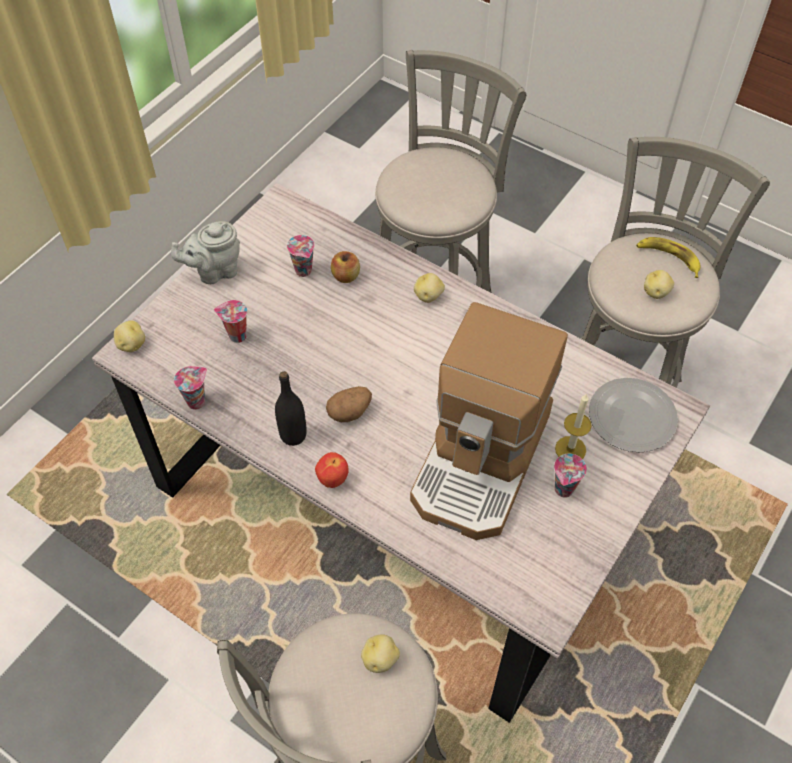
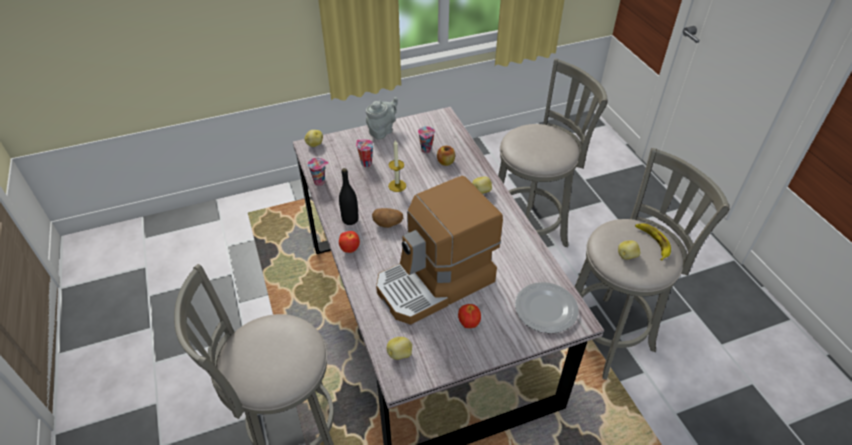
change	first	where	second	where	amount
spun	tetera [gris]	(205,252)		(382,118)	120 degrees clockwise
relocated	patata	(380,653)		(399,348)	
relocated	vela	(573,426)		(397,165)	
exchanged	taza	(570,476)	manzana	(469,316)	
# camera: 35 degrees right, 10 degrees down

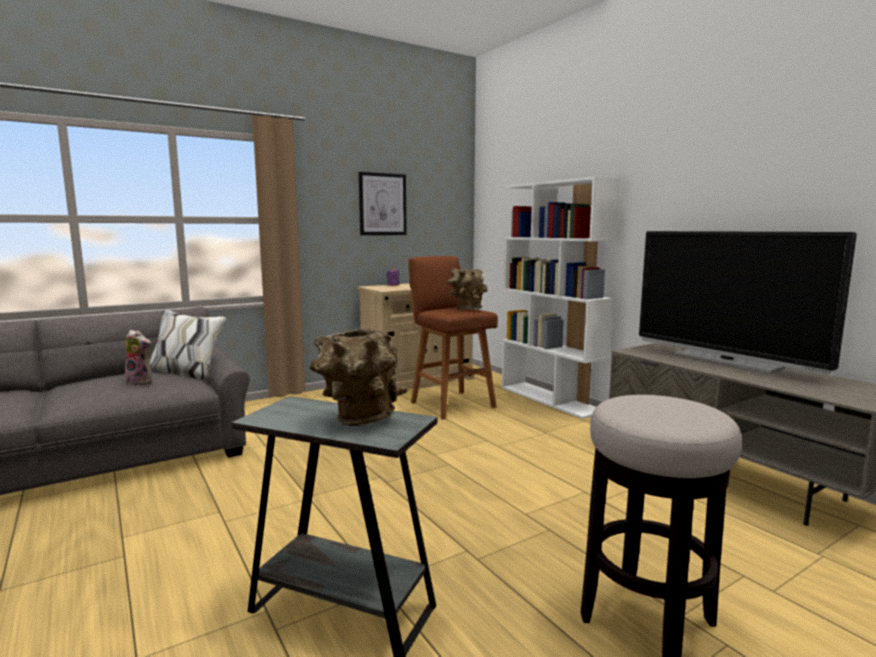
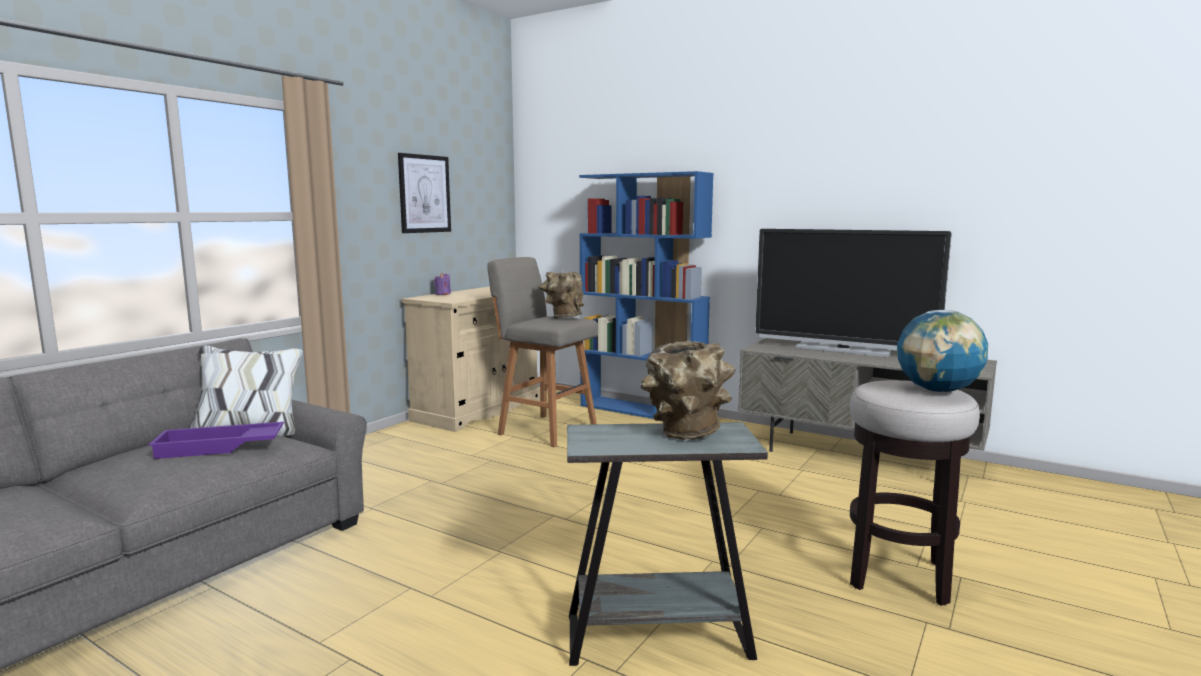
change	first	where	second	where	amount
exchanged	peluche	(138,357)	bandeja [morado]	(216,440)	
colour	taburete [marrón]	(453,338)	taburete [gris]	(542,352)	
colour	estantería [blanco]	(561,297)	estantería [azul]	(646,295)	
appeared			globo terráqueo	(942,351)	
# camera: 25 degrees left, 0 degrees up

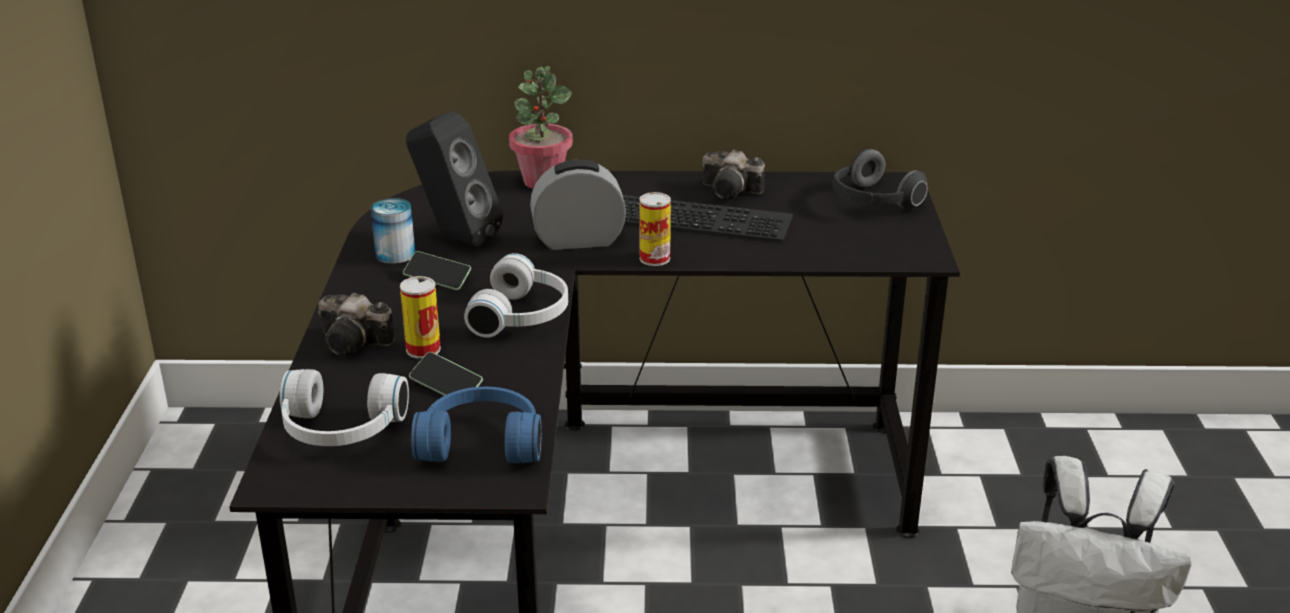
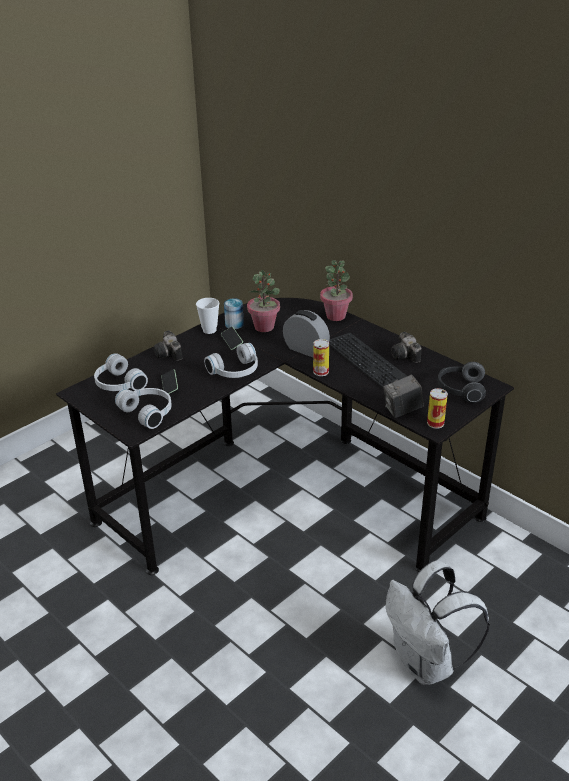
change	first	where	second	where	amount
colour	auriculares [azul]	(476,425)	auriculares [blanco]	(143,408)	
appeared			taza	(207,316)	
exchanged	altavoz [negro]	(454,179)	planta en maceta	(263,301)	
appeared			cámara	(403,396)	
relocated	lata	(420,317)		(437,408)	
# camera: 45 degrees right, 5 degrees up

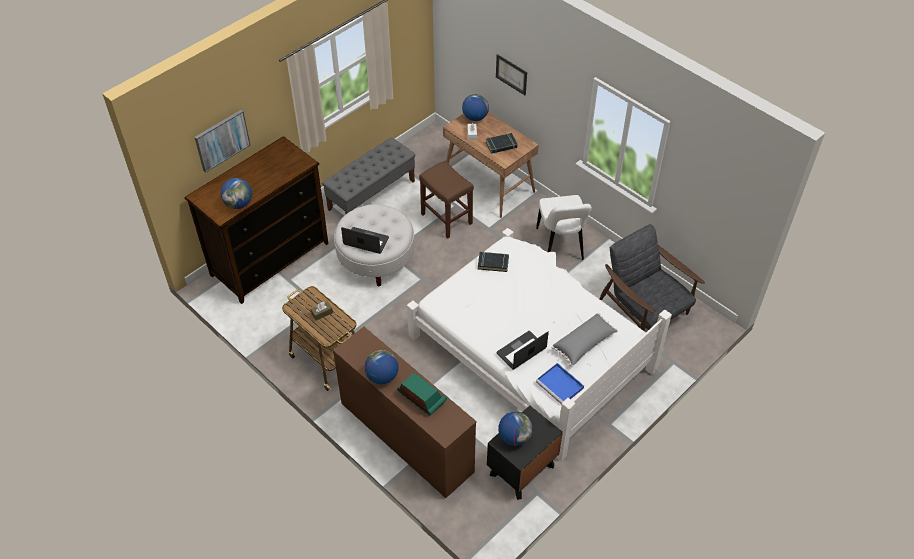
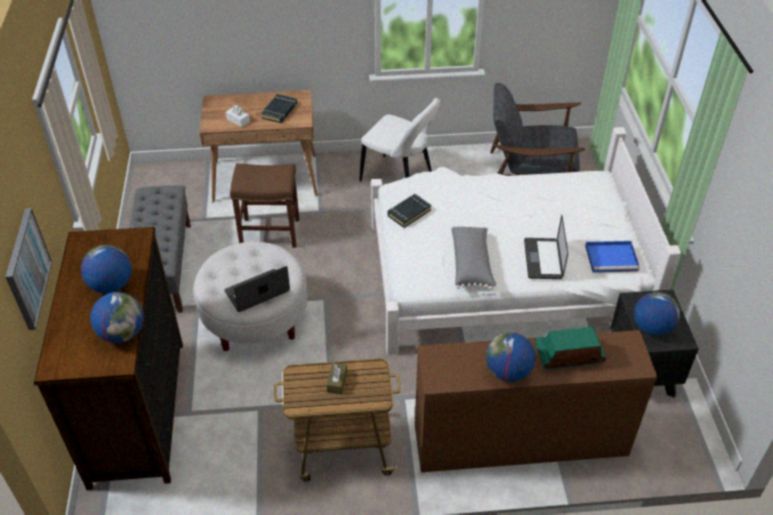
change	first	where	second	where	amount
relocated	globo terráqueo	(475,107)		(106,269)	
relocated	cojín [gris]	(585,339)		(473,258)	
missing	cuadro	(511,74)			
# camera: 50 degrees left, 5 degrees down

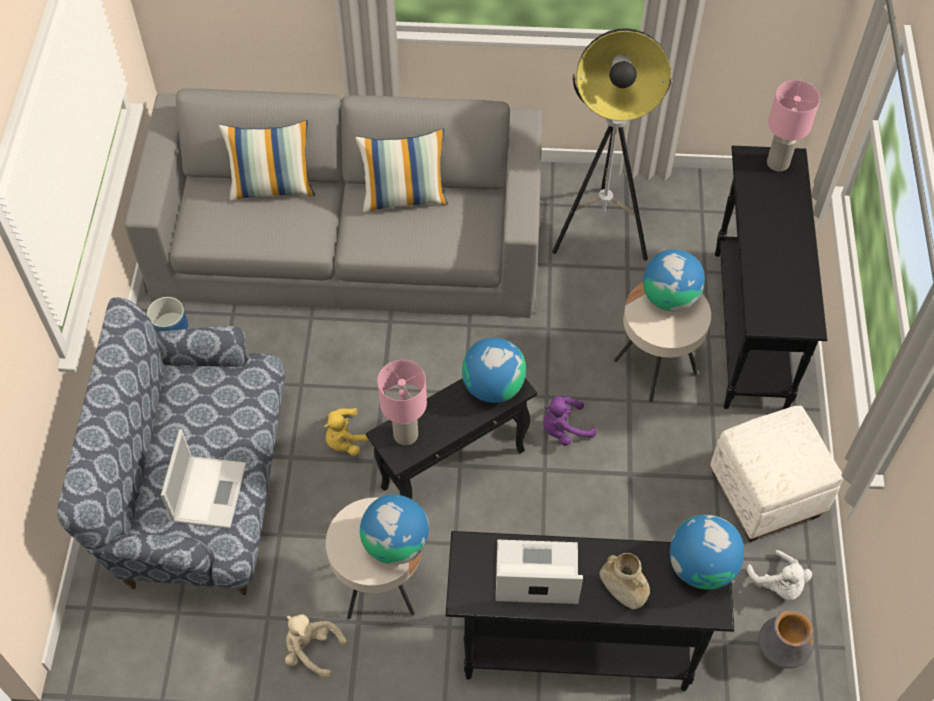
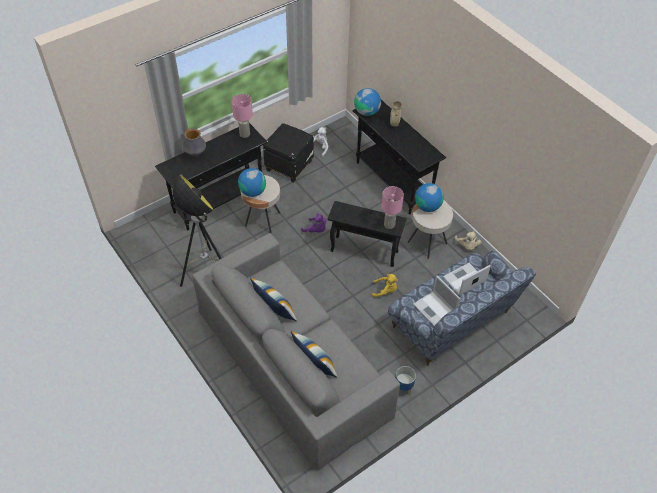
change	first	where	second	where	amount
relocated	florero	(786,639)		(194,142)	
relocated	lámpara de mesa [rosa]	(793,126)		(242,116)	
colour	puf [blanco]	(776,474)	puf [negro]	(288,153)	
relocated	portátil	(539,572)		(437,301)	
missing	globo terráqueo	(494,370)			
# camera: 130 degrees left, 5 degrees down

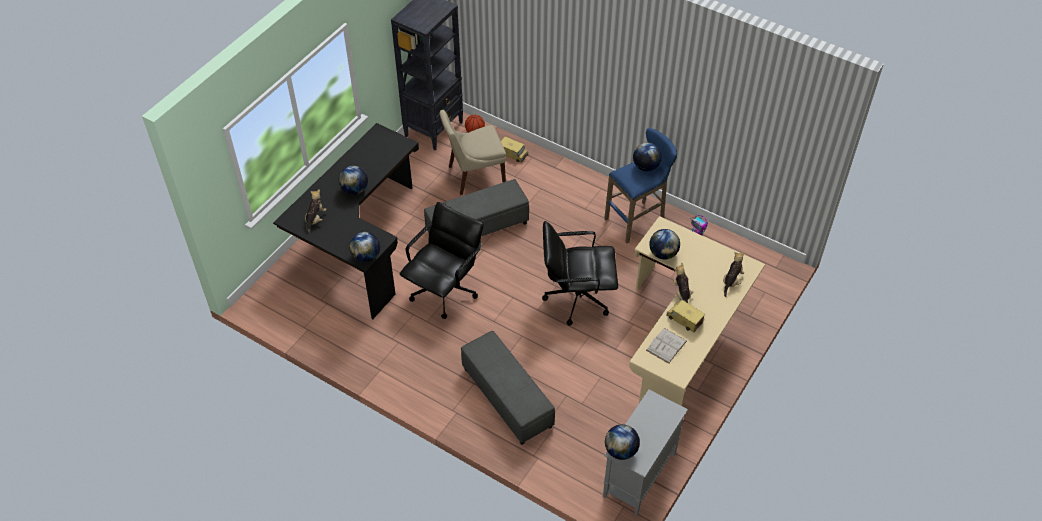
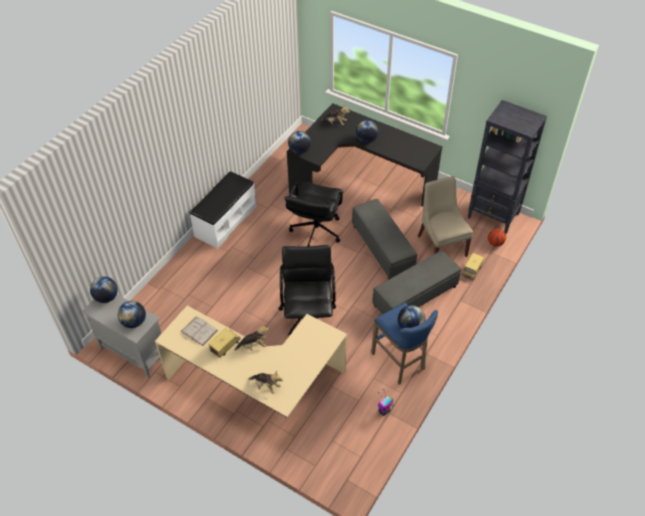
change	first	where	second	where	amount
relocated	globo terráqueo	(664,244)		(132,314)	
appeared			banco [blanco]	(223,209)	
spun	silla de oficina [negro]	(442,260)		(314,214)	75 degrees clockwise
relocated	puf [gris]	(508,388)		(416,282)	
# camera: 90 degrees right, 0 degrees up

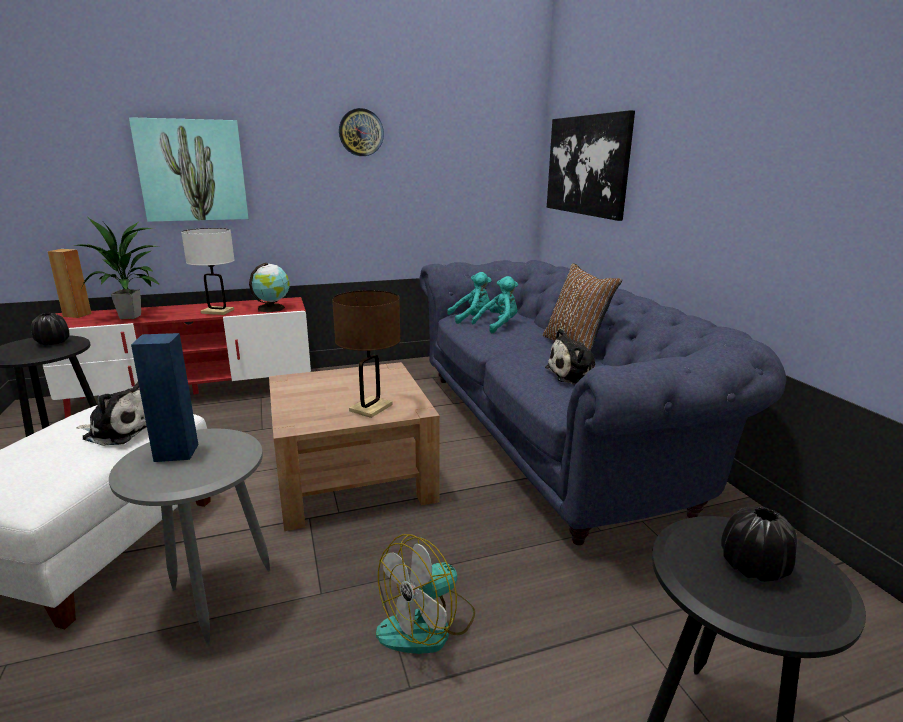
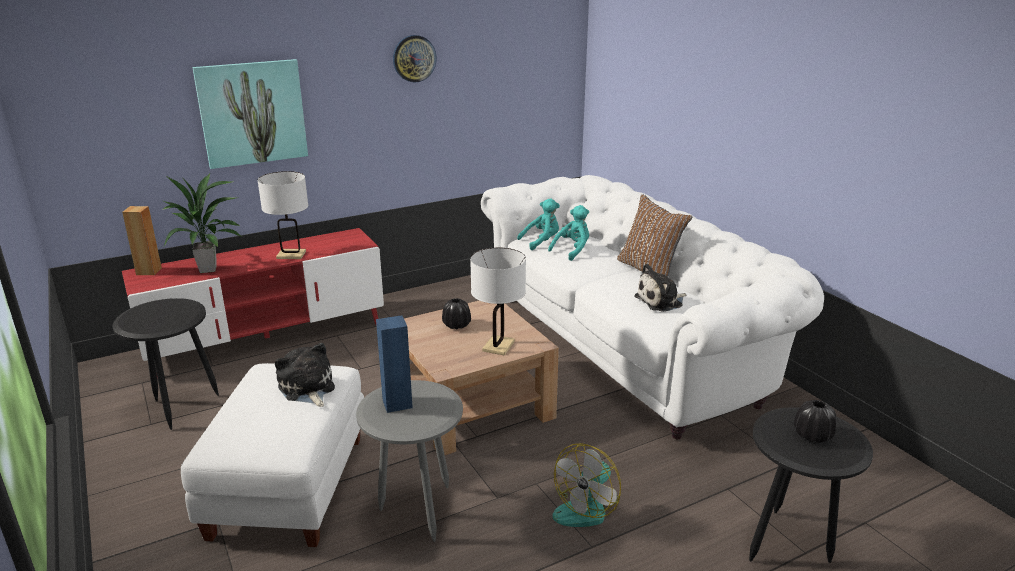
change	first	where	second	where	amount
spun	peluche	(111,414)		(305,375)	120 degrees counterclockwise
relocated	florero [negro]	(50,329)		(456,313)	
colour	lámpara de mesa [marrón]	(366,354)	lámpara de mesa [blanco]	(498,301)	
colour	sofá [azul]	(603,402)	sofá [blanco]	(652,307)	
missing	globo terráqueo	(269,287)			
missing	cuadro	(591,165)			
# camera: 10 degrees left, 5 degrees up

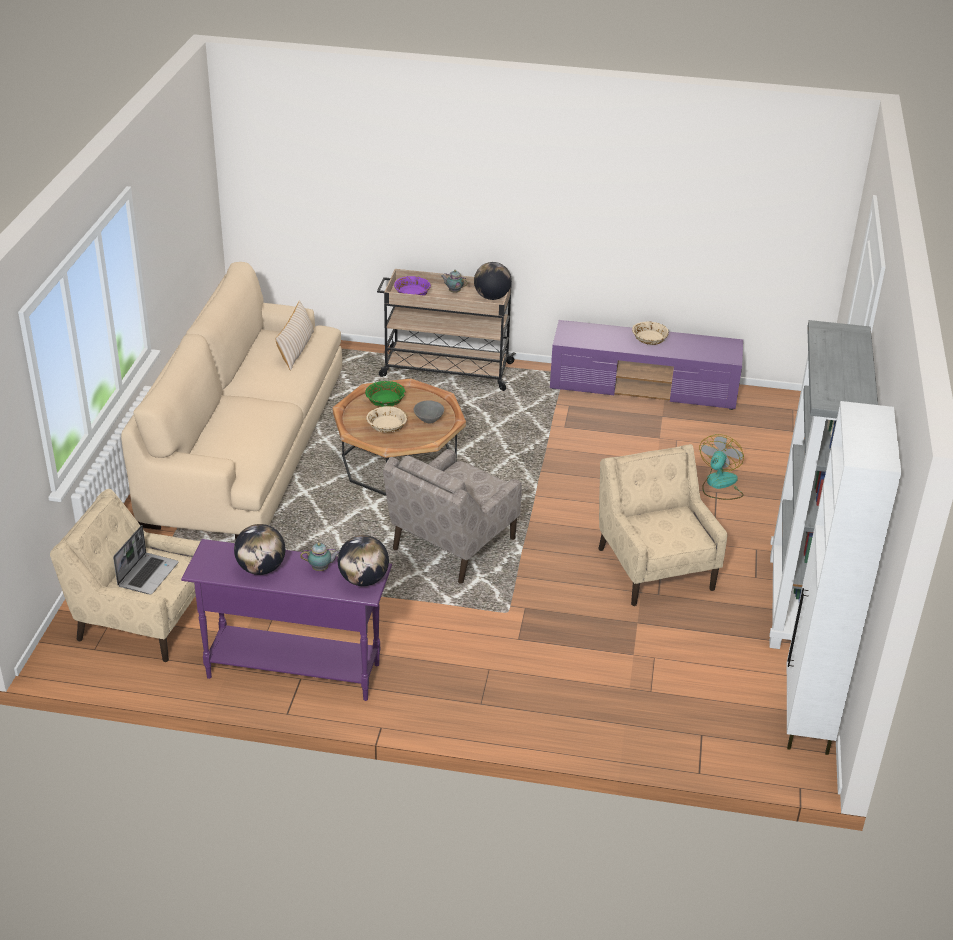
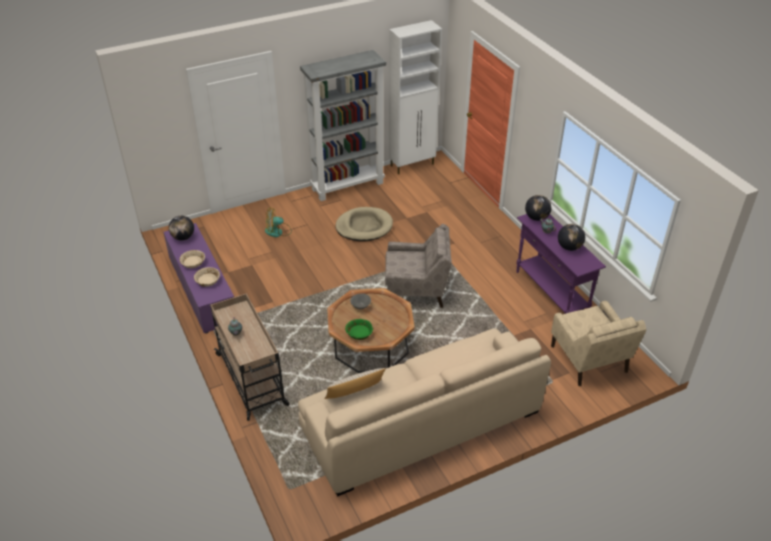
change	first	where	second	where	amount
relocated	globo terráqueo	(493,281)		(181,228)	
relocated	cuenco [beis]	(386,419)		(207,277)	
exchanged	sillón [beis]	(663,525)	cama para perro [beis]	(364,224)	
missing	portátil	(146,560)			
missing	cuenco [morado]	(412,286)			
# camera: 125 degrees left, 5 degrees up

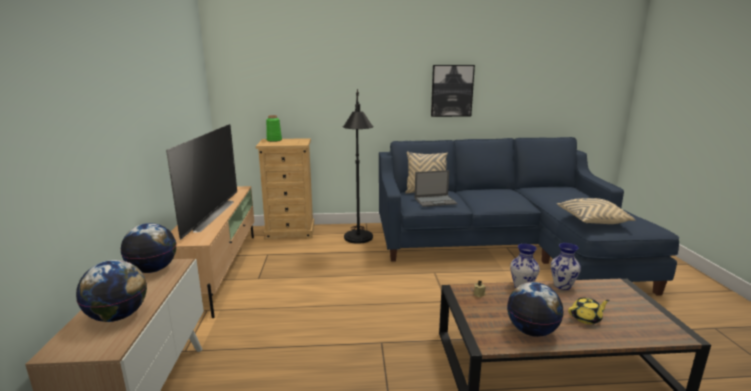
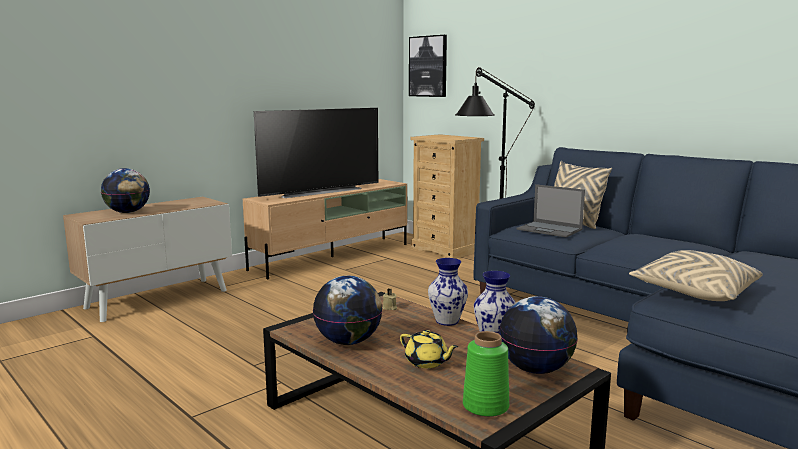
change	first	where	second	where	amount
relocated	cuadro	(453,91)		(428,66)	
relocated	florero [verde]	(274,128)		(486,374)	
relocated	globo terráqueo	(148,248)		(538,335)	
# camera: 50 degrees right, 5 degrees down

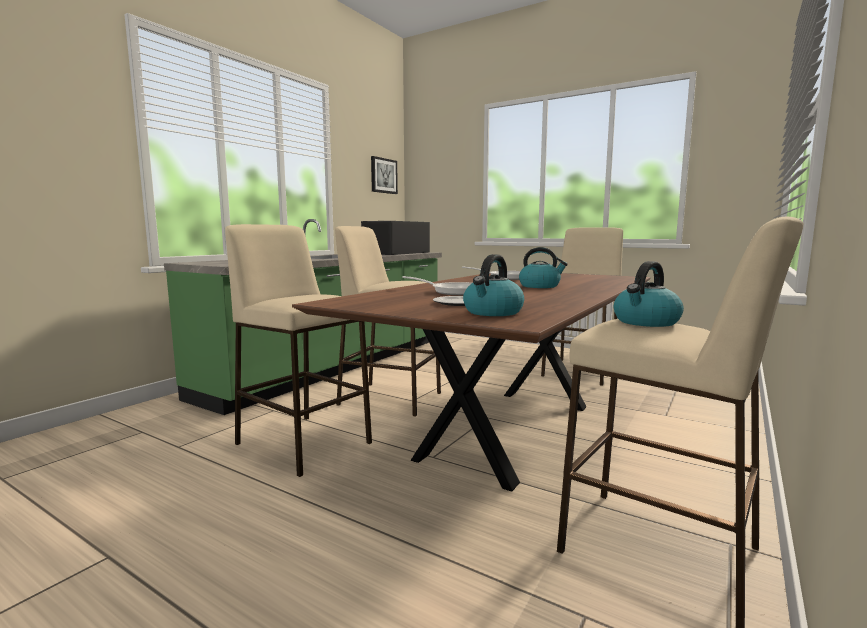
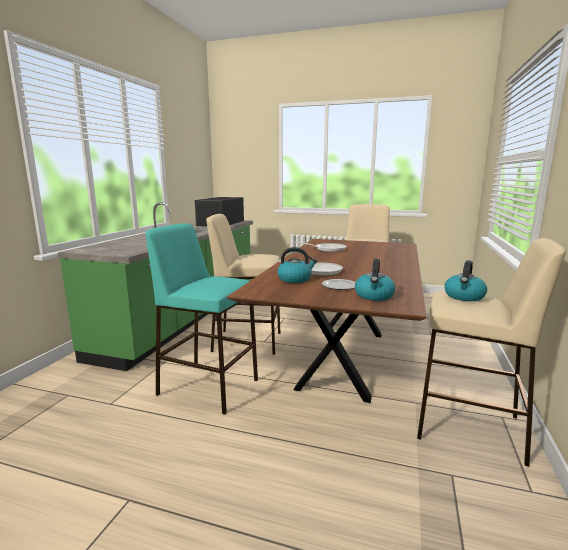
change	first	where	second	where	amount
colour	taburete [beis]	(298,350)	taburete [turquesa]	(202,318)	
relocated	hervidor	(543,267)		(297,265)	
missing	cuadro	(384,175)			
# camera: 15 degrees left, 5 degrees up

